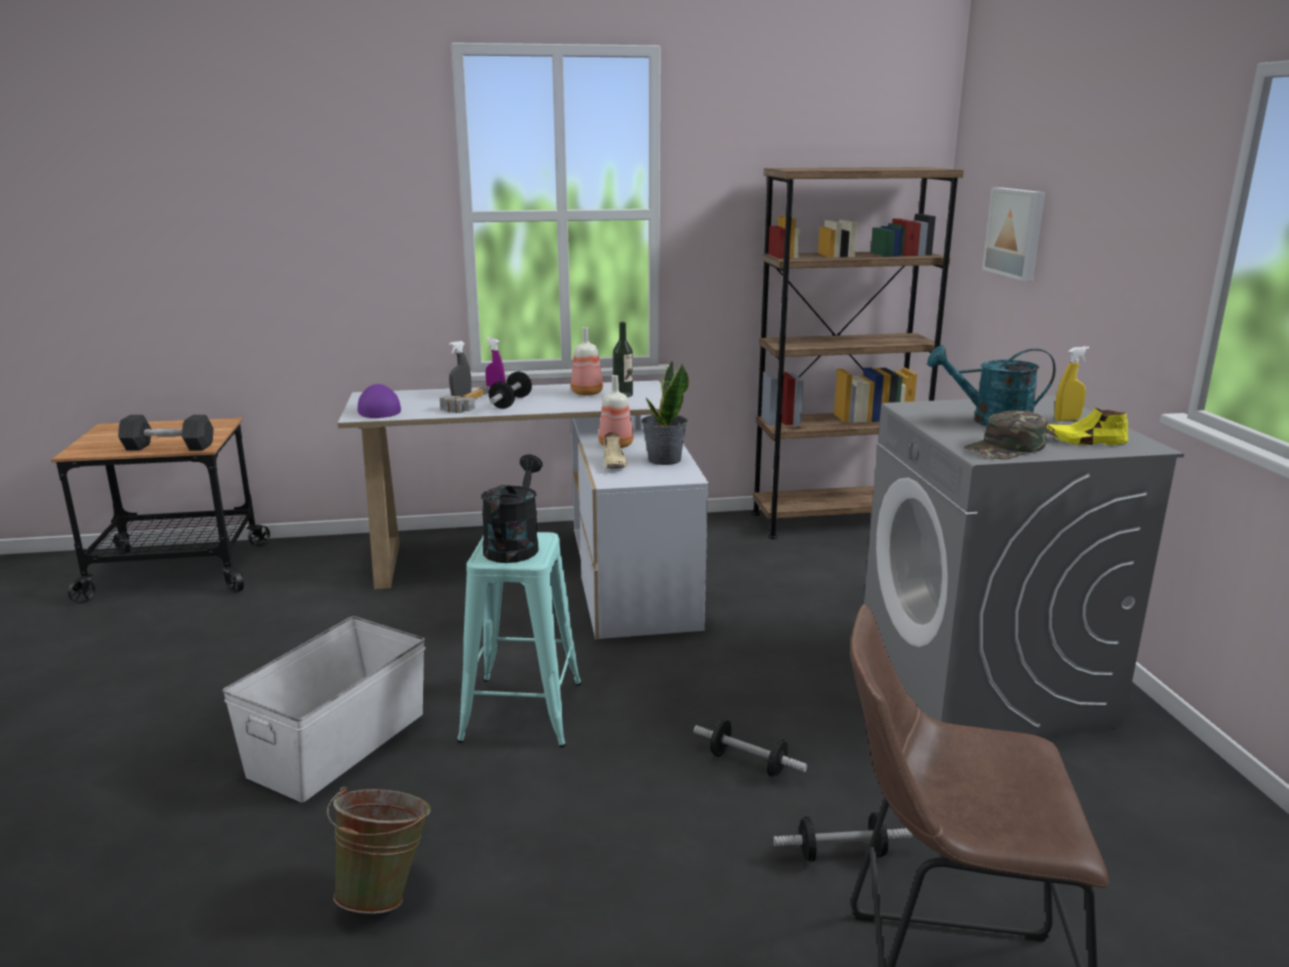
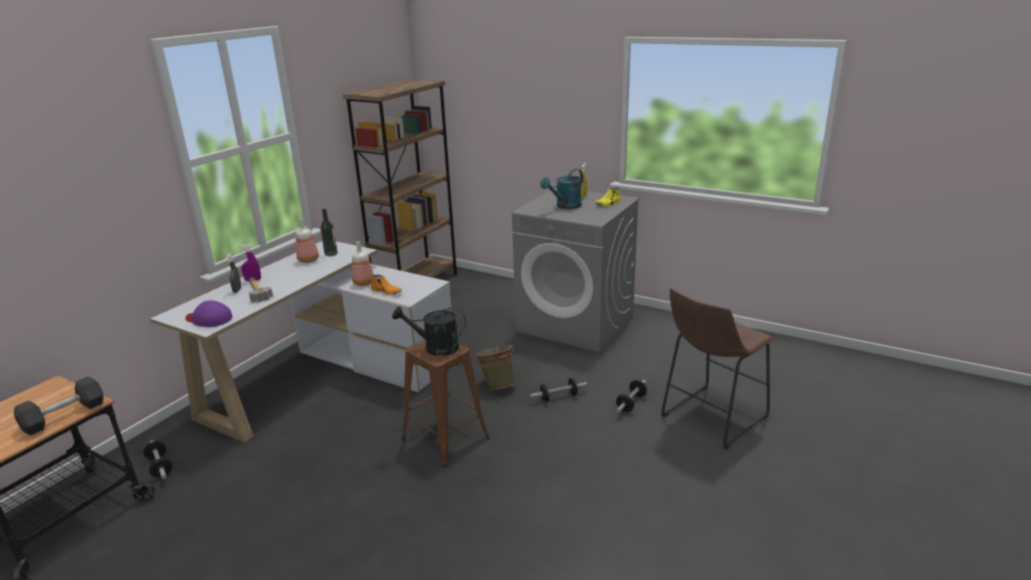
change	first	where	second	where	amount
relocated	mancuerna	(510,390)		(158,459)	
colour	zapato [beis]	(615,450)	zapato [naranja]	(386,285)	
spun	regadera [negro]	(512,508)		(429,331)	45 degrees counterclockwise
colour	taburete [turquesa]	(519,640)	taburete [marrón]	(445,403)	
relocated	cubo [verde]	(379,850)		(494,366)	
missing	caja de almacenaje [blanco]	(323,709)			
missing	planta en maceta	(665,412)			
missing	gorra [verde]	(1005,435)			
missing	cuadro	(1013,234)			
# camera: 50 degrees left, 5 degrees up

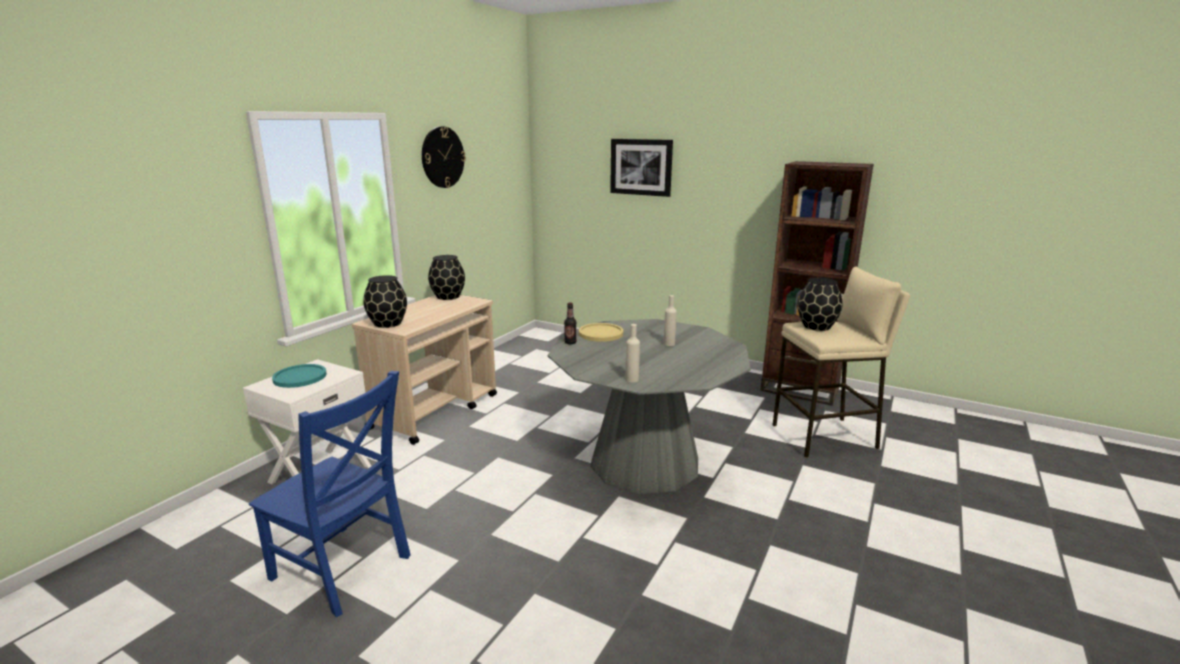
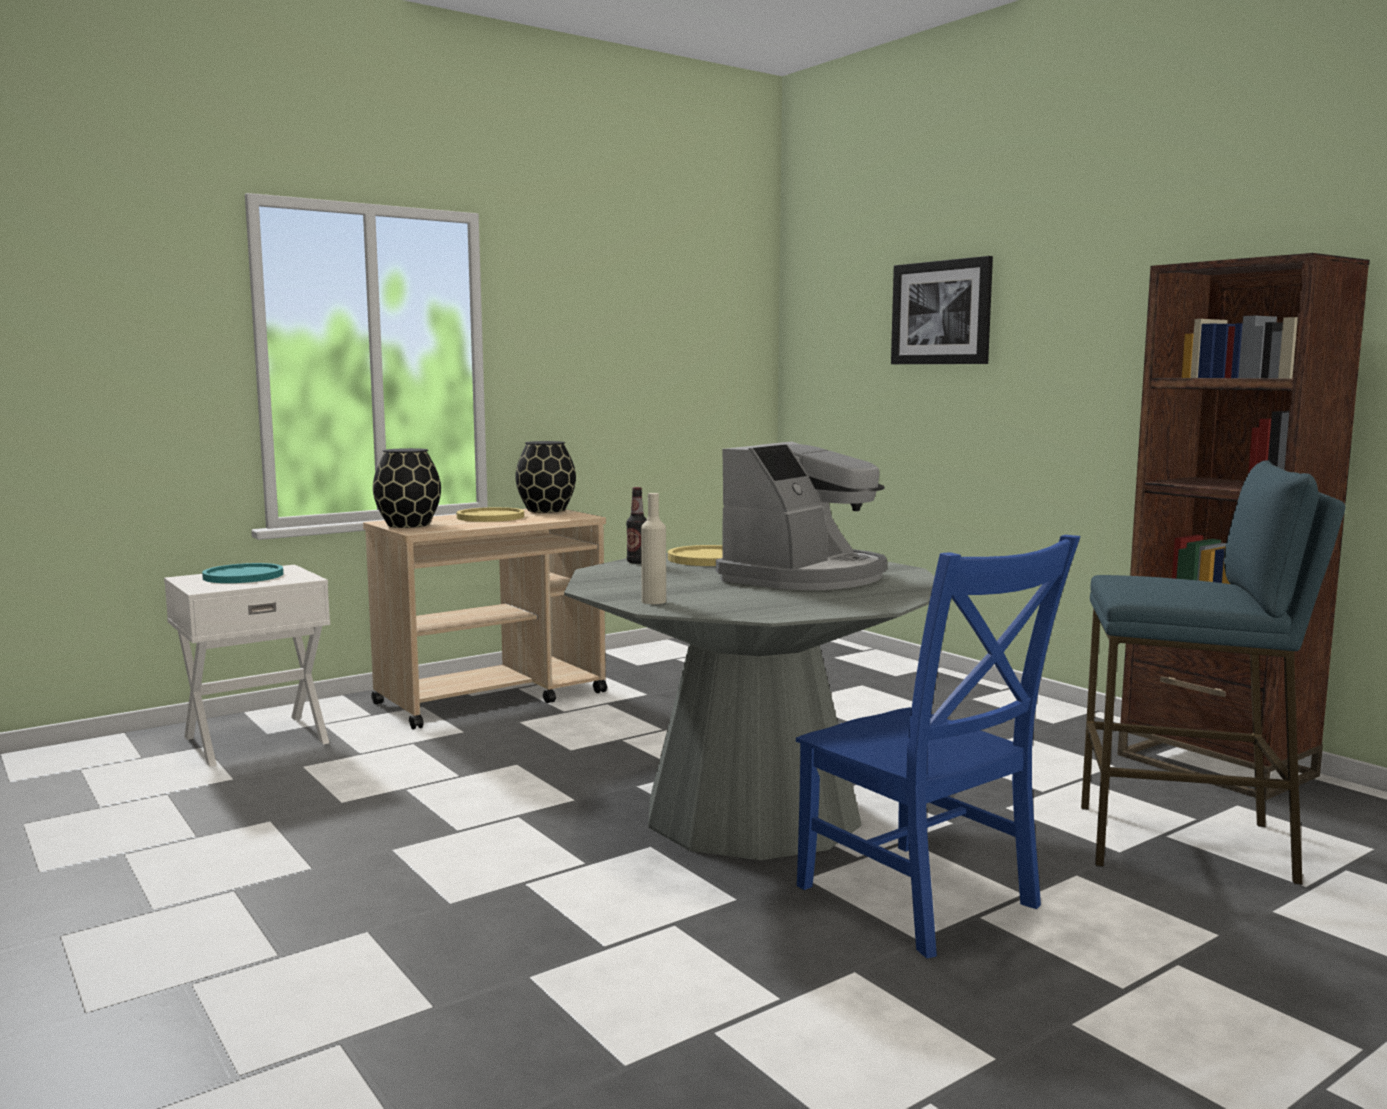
change	first	where	second	where	amount
appeared			plato [amarillo]	(490,514)	
exchanged	botella [beis]	(670,320)	cafetera	(801,516)	
relocated	silla [azul]	(330,494)		(938,746)	
colour	taburete [beis]	(841,362)	taburete [azul]	(1213,672)	
missing	reloj de pared	(444,157)			
missing	florero [negro]	(820,304)			
# camera: 25 degrees right, 10 degrees down

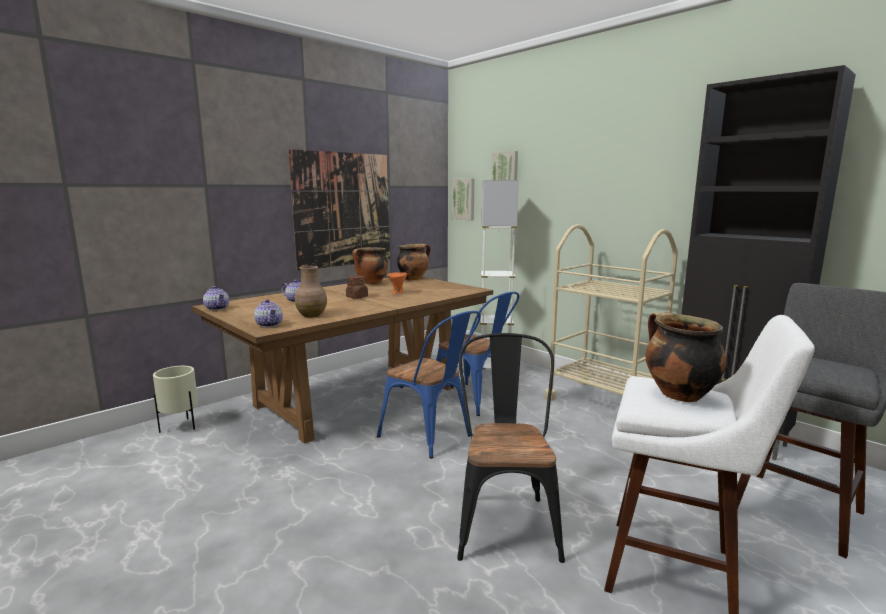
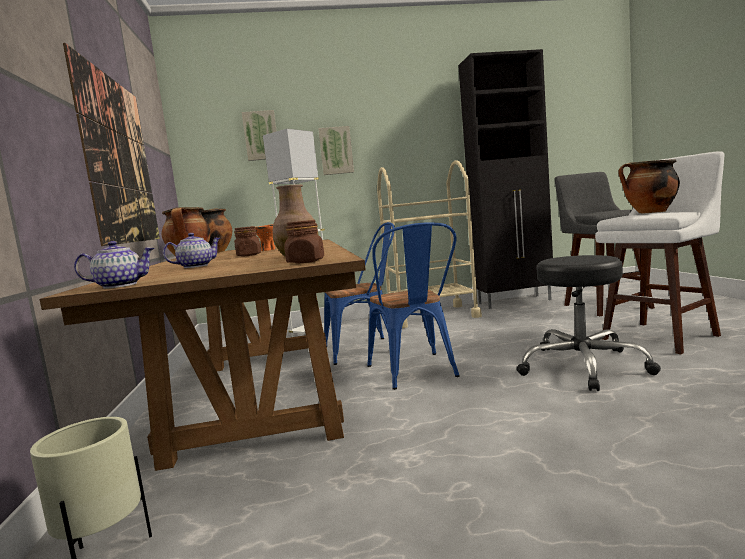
change	first	where	second	where	amount
exchanged	tetera	(268,313)	tarro [marrón]	(304,242)	
relocated	cuadro	(463,199)		(336,150)	
spun	silla [azul]	(429,384)		(413,306)	90 degrees clockwise
exchanged	silla [negro]	(511,448)	taburete [negro]	(588,323)	
# camera: 55 degrees left, 5 degrees down

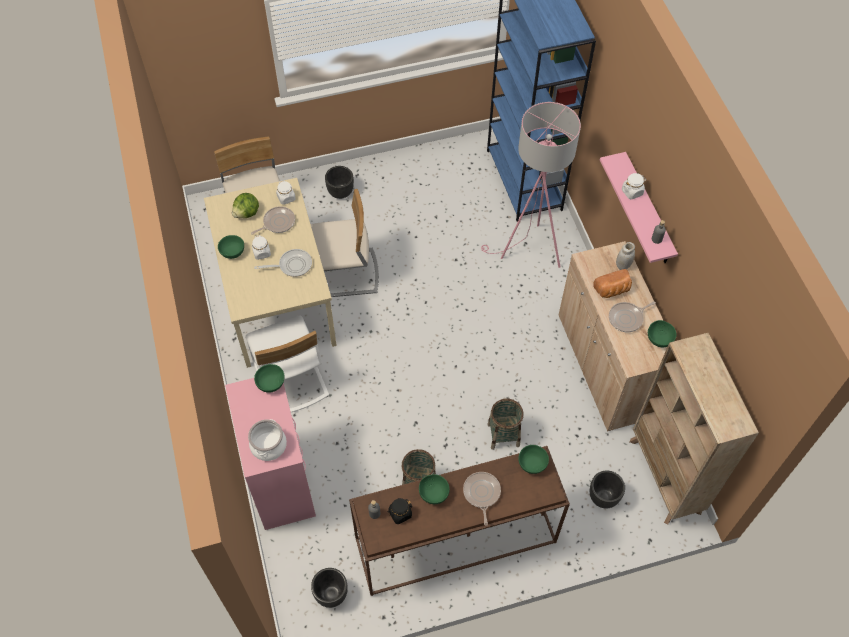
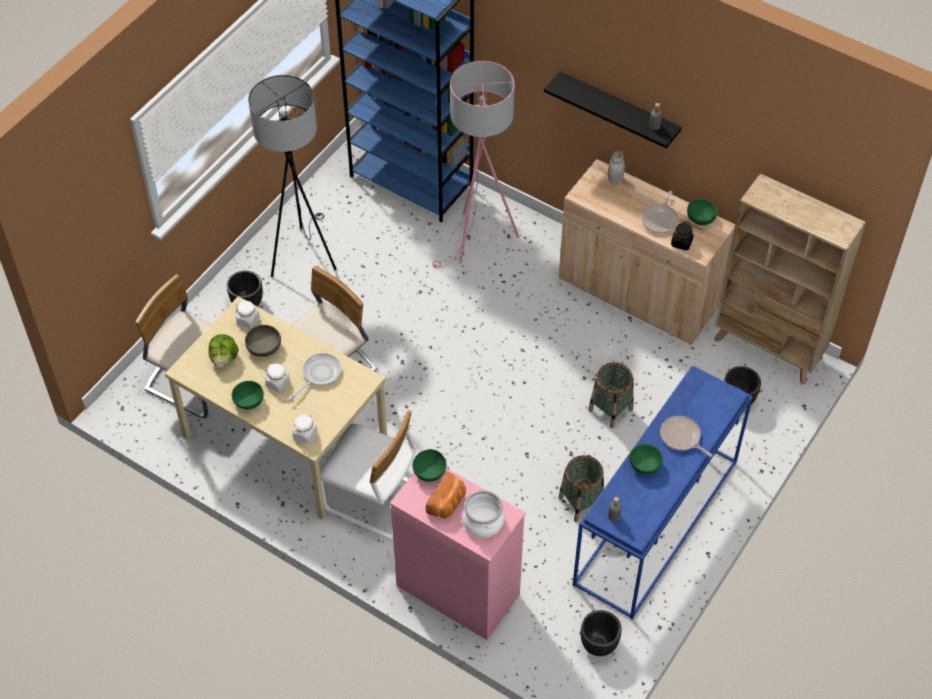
change	first	where	second	where	amount
exchanged	sartén	(273,220)	cuenco [gris]	(263,341)	
appeared			lámpara de pie [gris]	(292,176)	
relocated	tarro [blanco]	(634,186)		(304,428)	
relocated	pan	(612,283)		(446,495)	
colour	estante [rosa]	(639,207)	estante [negro]	(613,110)	
colour	mesa consola [marrón]	(459,521)	mesa consola [azul]	(663,492)	
relocated	tarro [negro]	(400,511)		(682,235)	
missing	cuenco [verde]	(533,459)			
# camera: 40 degrees left, 5 degrees down

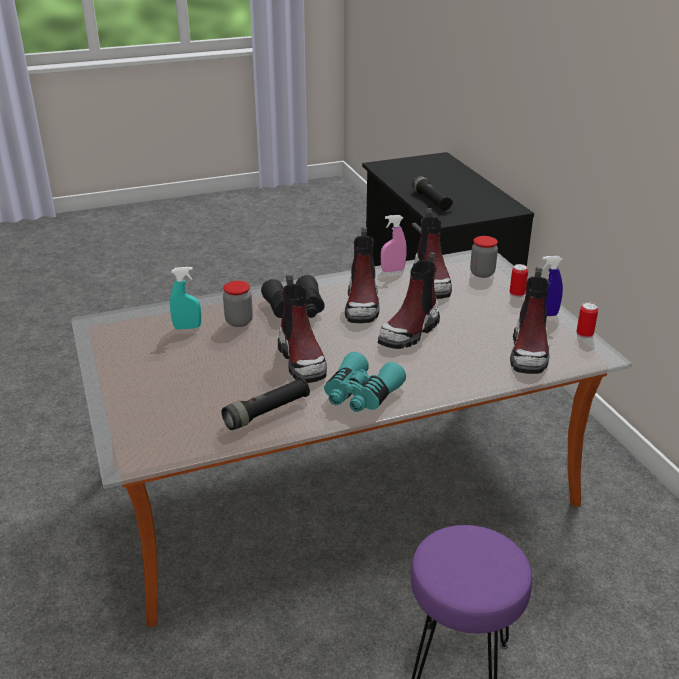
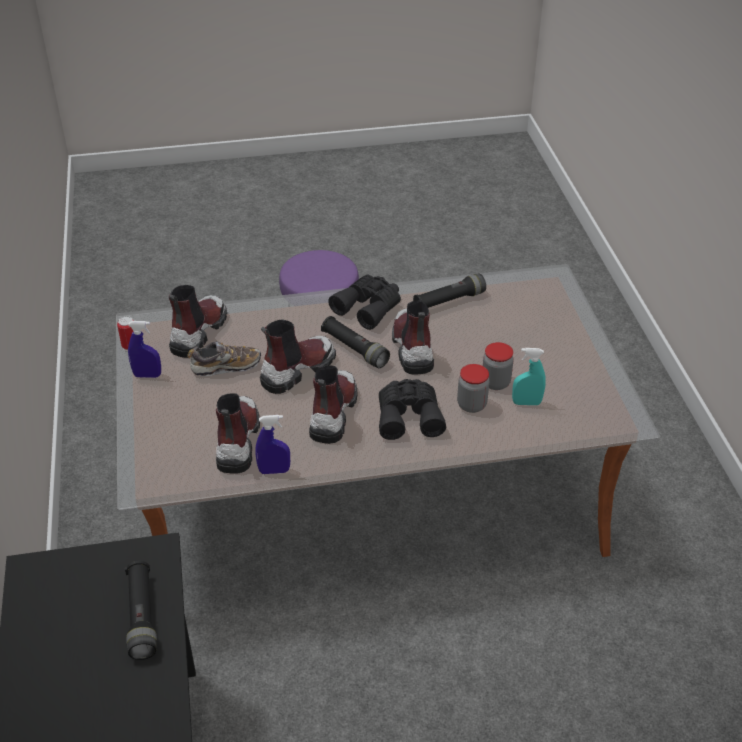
change	first	where	second	where	amount
appeared			zapato	(224,358)	
colour	pulverizador [rosa]	(394,243)	pulverizador [azul]	(272,444)	
appeared			linterna [negro]	(355,342)	
colour	prismáticos [turquesa]	(365,382)	prismáticos [negro]	(364,302)	
relocated	tarro	(484,257)		(498,366)	
missing	lata	(519,281)			
# camera: 170 degrees left, 10 degrees up

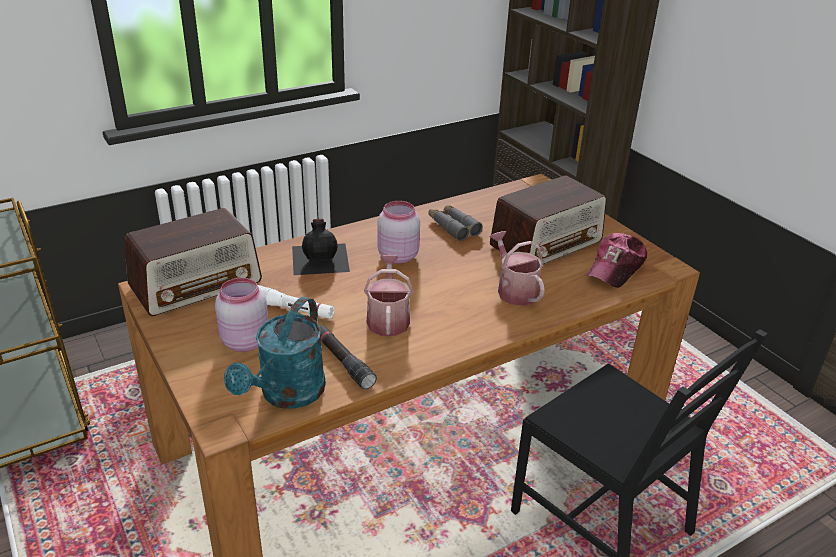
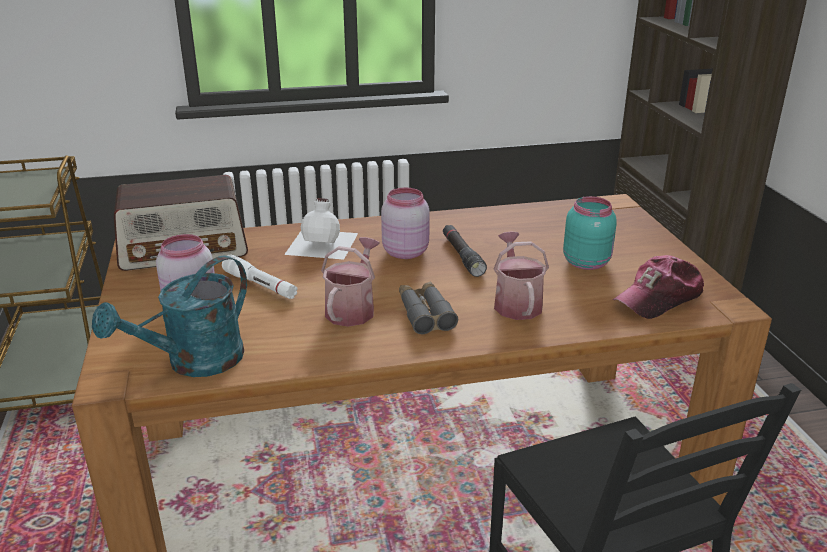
change	first	where	second	where	amount
colour	botella [negro]	(321,247)	botella [blanco]	(321,229)	
relocated	prismáticos [gris]	(455,222)		(428,308)	
relocated	linterna [negro]	(348,357)		(465,251)	
exchanged	radio	(548,219)	tarro [turquesa]	(590,233)	
# camera: 20 degrees right, 5 degrees down

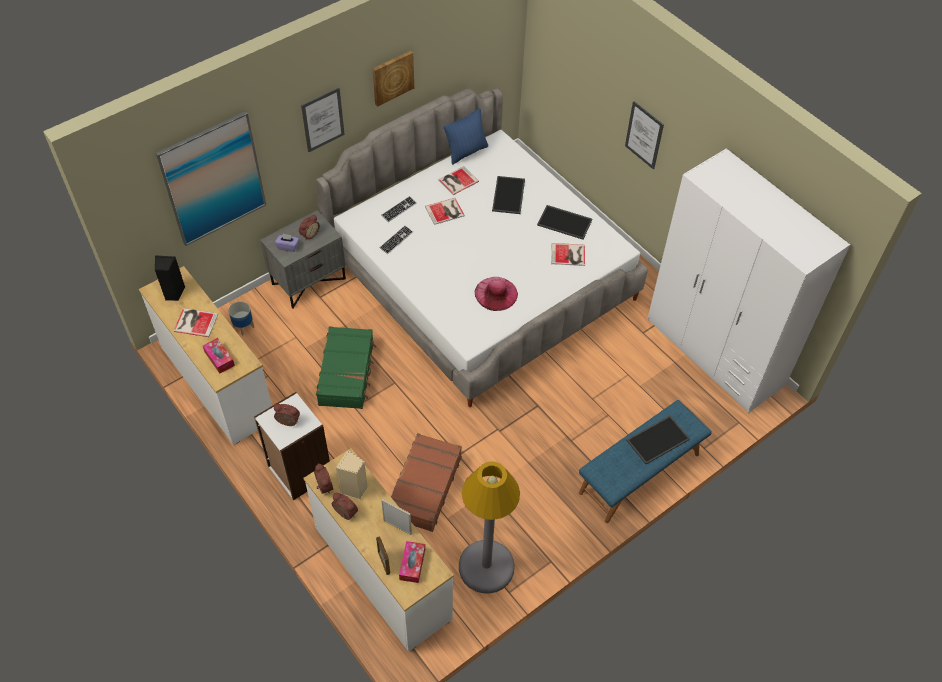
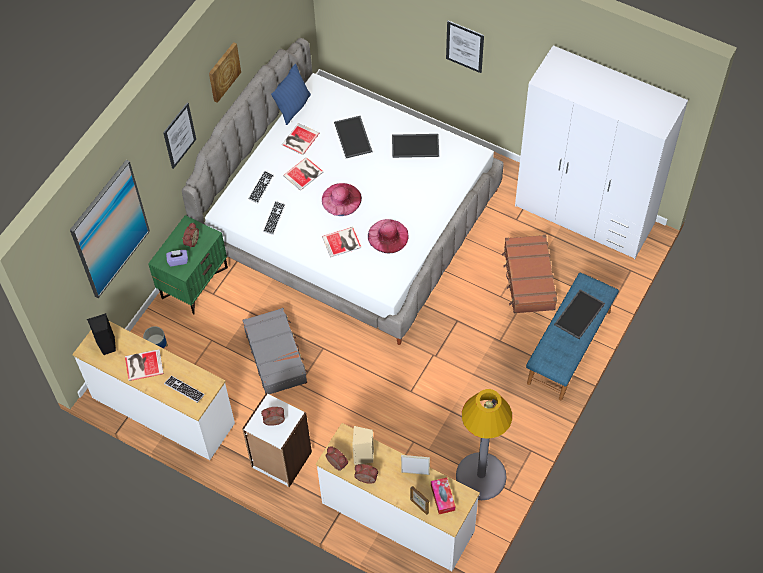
change	first	where	second	where	amount
colour	mesita de noche [gris]	(303,259)	mesita de noche [verde]	(188,265)	
exchanged	caja de pañuelos	(219,356)	teclado	(184,389)	
colour	maleta [verde]	(346,367)	maleta [gris]	(275,351)	
appeared			sombrero [rosa]	(342,199)	
relocated	libro	(568,254)		(341,242)	
relocated	maleta [marrón]	(426,482)		(529,274)	
# camera: 20 degrees left, 5 degrees up

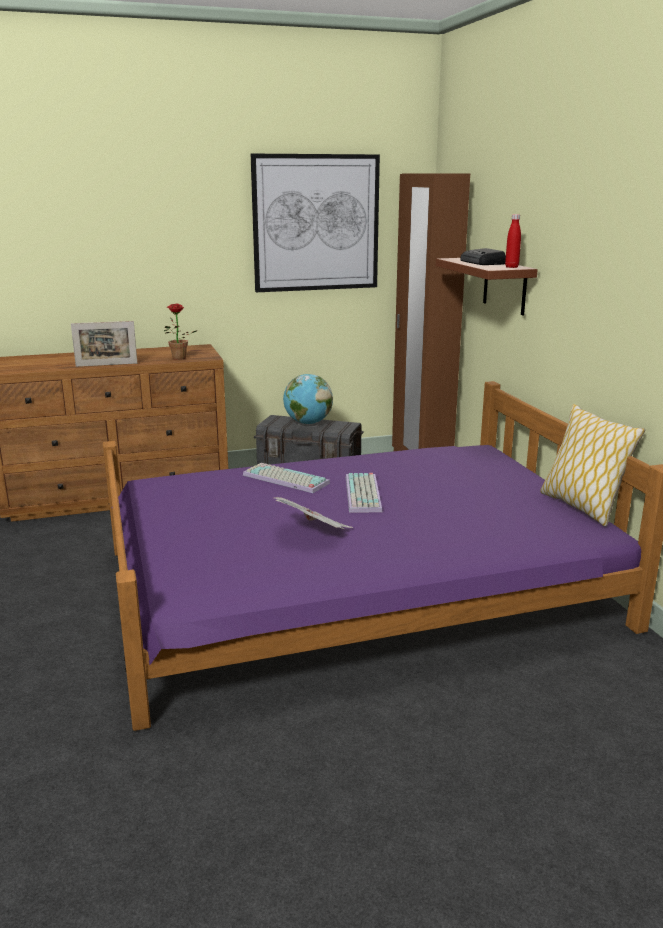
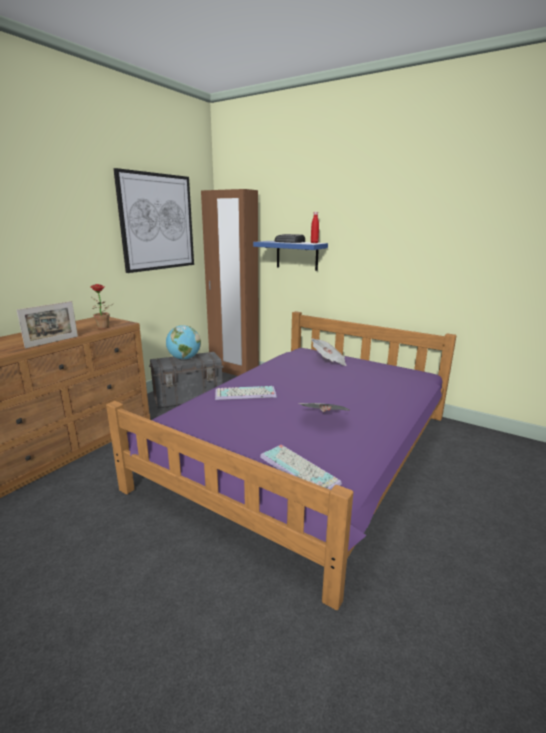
change	first	where	second	where	amount
colour	estante [marrón]	(487,286)	estante [azul]	(290,256)	
relocated	teclado	(364,493)		(301,467)	
appeared			periódico	(328,352)	
missing	cojín	(592,465)			
# camera: 40 degrees left, 0 degrees up

